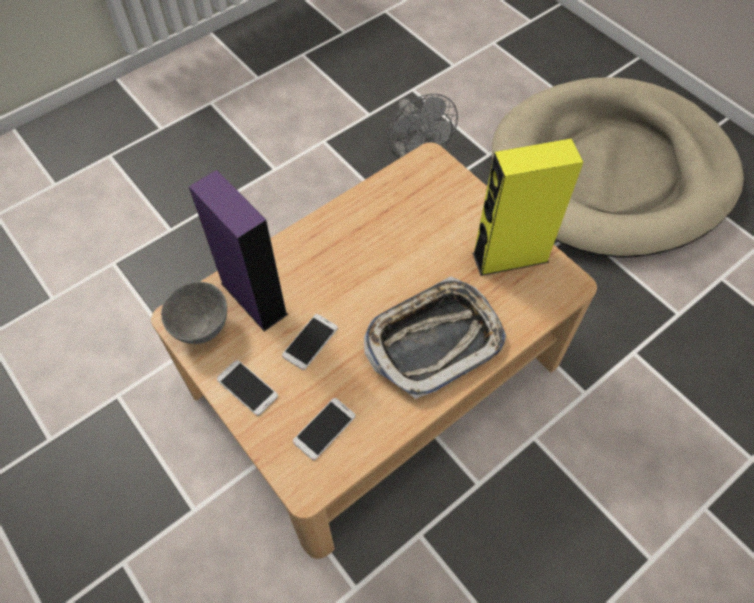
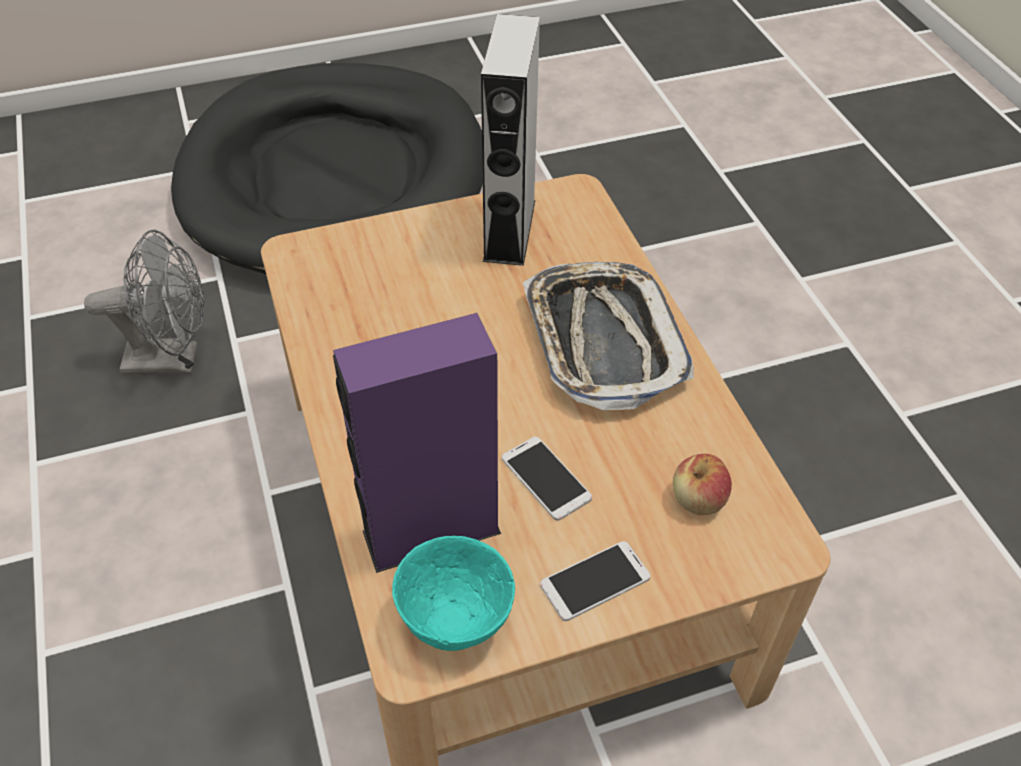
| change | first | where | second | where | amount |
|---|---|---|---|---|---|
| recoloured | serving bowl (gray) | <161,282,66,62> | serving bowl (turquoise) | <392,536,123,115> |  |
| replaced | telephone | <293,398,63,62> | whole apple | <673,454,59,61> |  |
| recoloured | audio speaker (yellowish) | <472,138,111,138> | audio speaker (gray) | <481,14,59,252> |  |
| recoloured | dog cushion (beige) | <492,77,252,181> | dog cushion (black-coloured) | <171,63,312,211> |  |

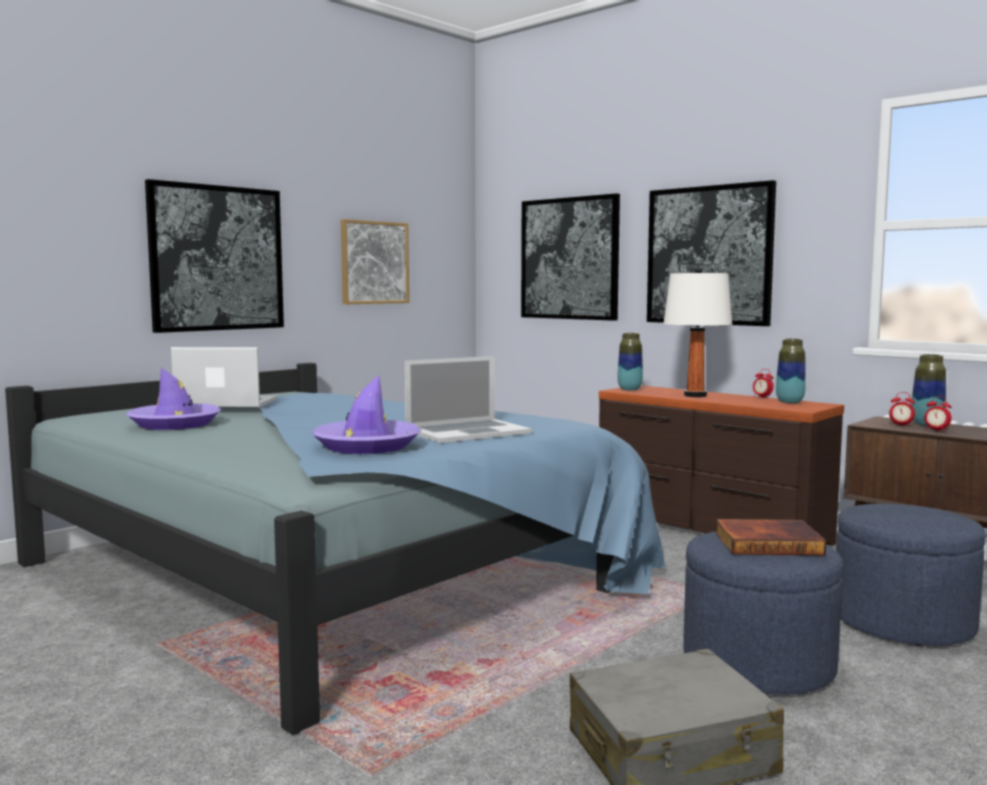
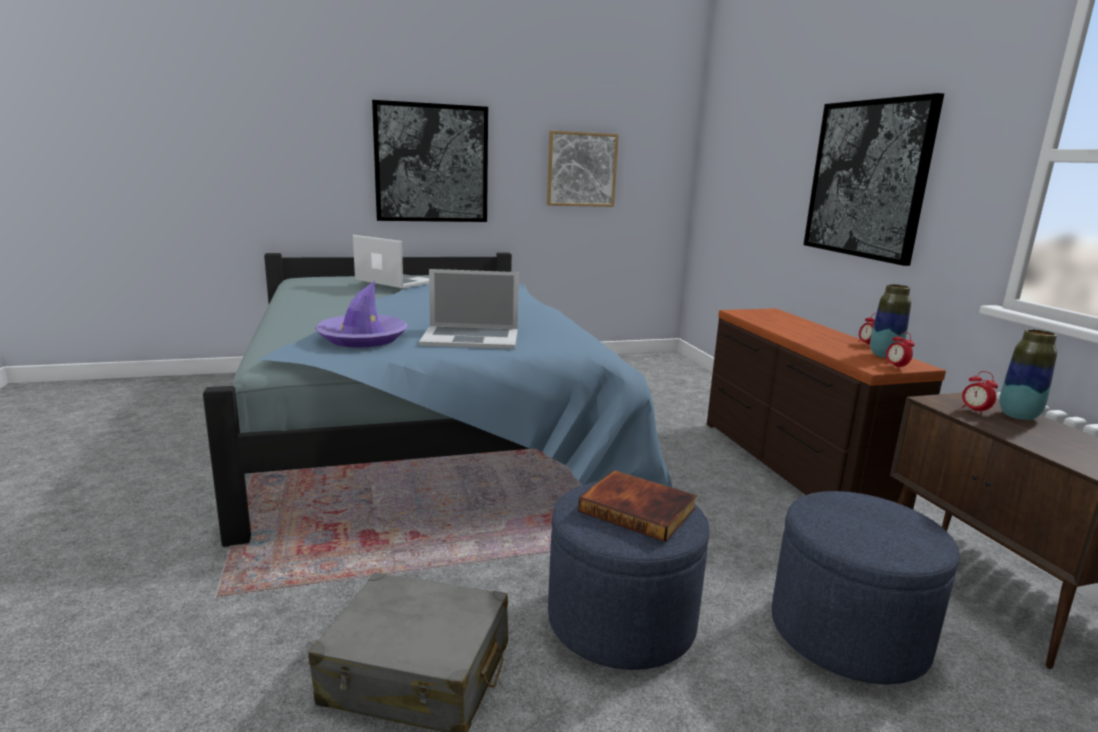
| change | first | where | second | where | amount |
|---|---|---|---|---|---|
| removed | hat (purple-coloured) | <126,368,95,62> |  |  |  |
| removed | wall art | <521,193,99,128> |  |  |  |
| removed | decorative vase | <617,333,26,57> |  |  |  |
| removed | table lamp (white) | <663,267,69,130> |  |  |  |
| moved | alarm clock | <925,396,27,36> |  | <885,332,30,38> |  |

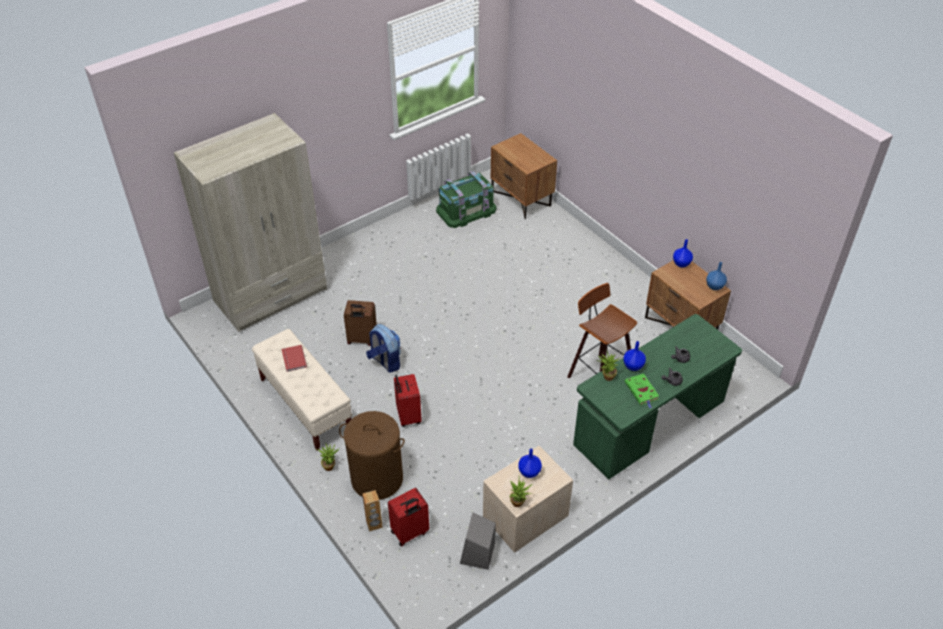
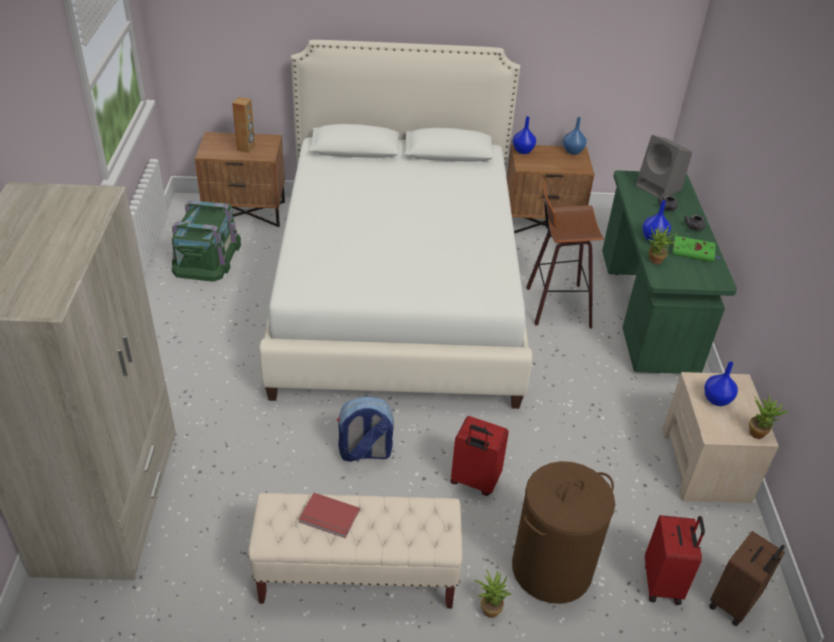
| change | first | where | second | where | amount |
|---|---|---|---|---|---|
| moved | piece of luggage (brownish) | <344,300,33,46> |  | <709,531,76,95> |  |
| moved | audio speaker (brownish) | <362,490,21,42> |  | <232,97,23,56> |  |
| moved | audio speaker (gray) | <460,513,36,57> |  | <636,135,56,65> |  |
| added |  |  | bed (white) | <259,40,273,369> |  |

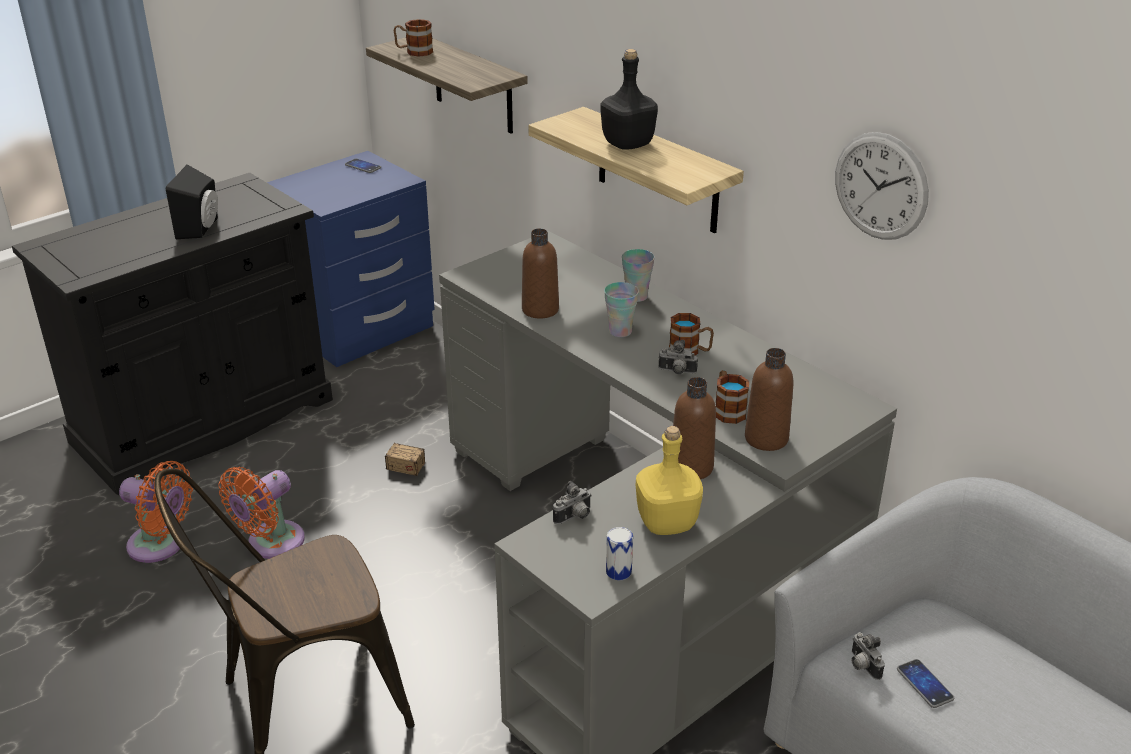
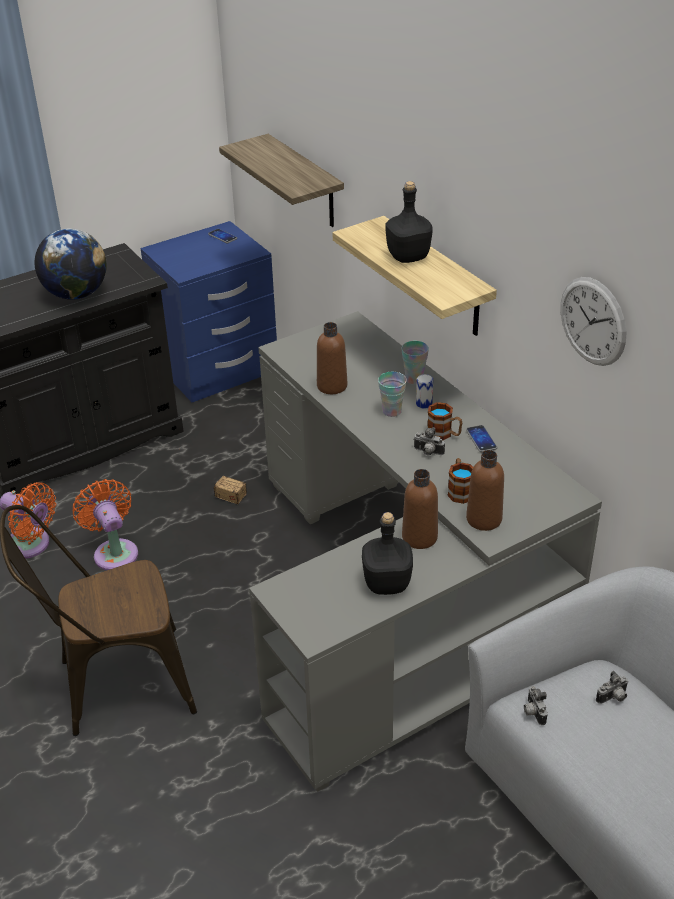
| change | first | where | second | where | amount |
|---|---|---|---|---|---|
| replaced | audio speaker (black-coloured) | <166,164,52,75> | desk globe | <35,228,72,72> |  |
| turned | electric fan (orange-coloured) | <218,467,87,92> |  | <73,479,65,91> | 105 degrees clockwise |
| removed | mug | <394,19,39,38> |  |  |  |
| moved | still camera | <553,481,39,43> |  | <596,671,33,33> |  |
| moved | can | <606,527,27,53> |  | <416,374,17,35> |  |
| recoloured | bottle (yellowish) | <636,426,67,109> | bottle (black-coloured) | <362,512,51,83> |  |
| moved | telephone | <897,659,57,49> |  | <466,425,31,27> |  |

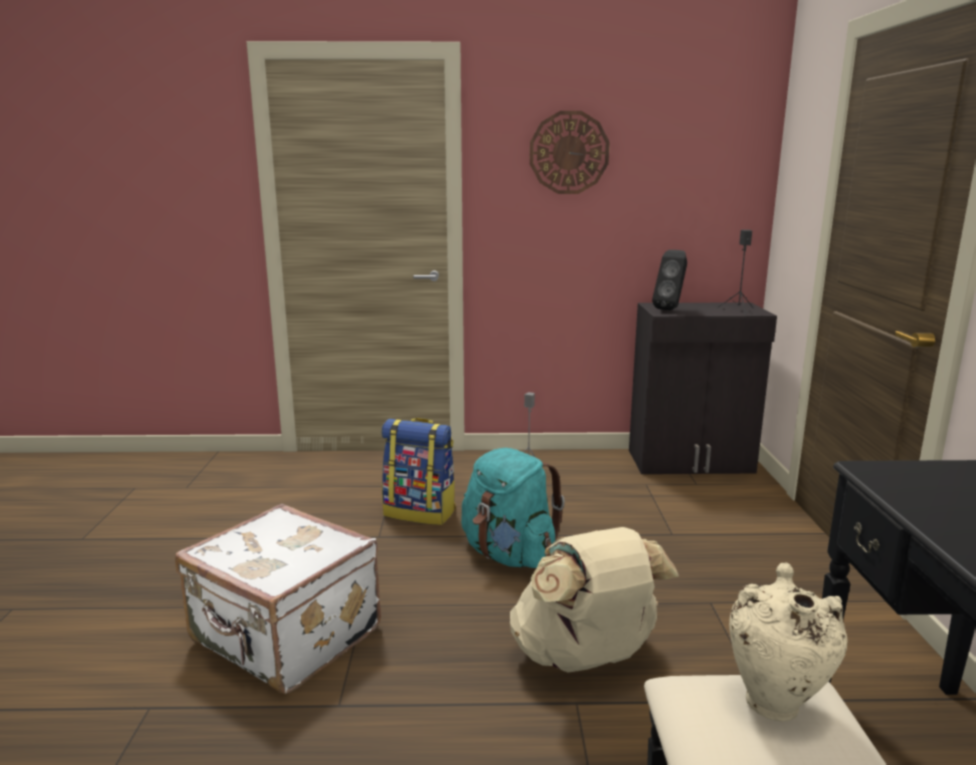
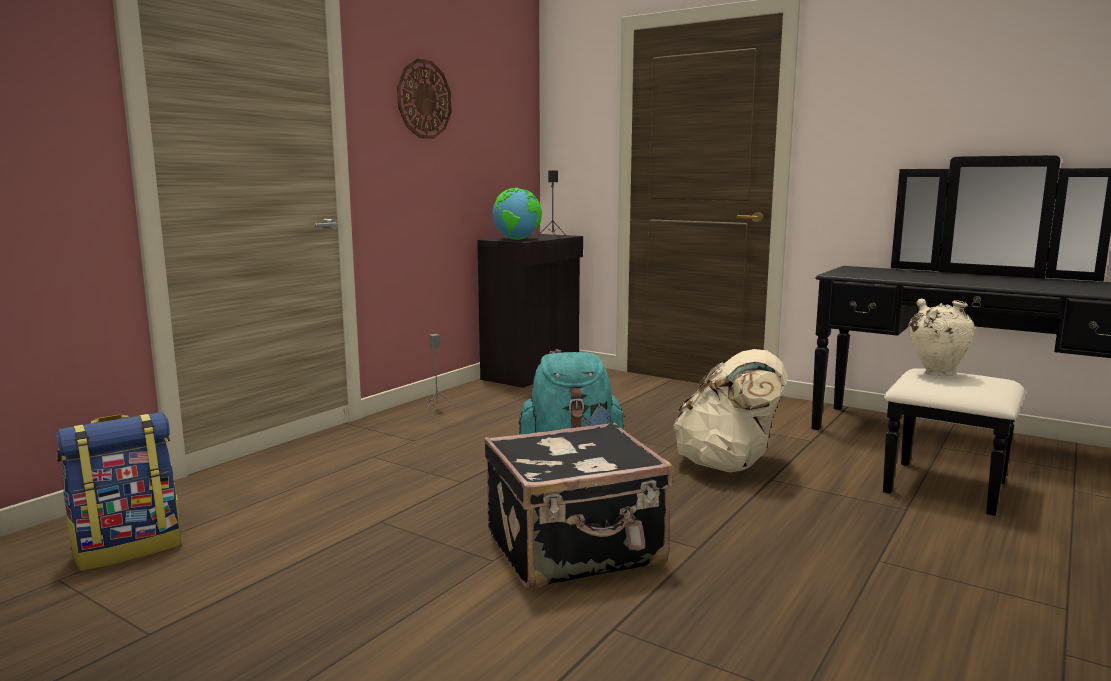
| change | first | where | second | where | amount |
|---|---|---|---|---|---|
| recoloured | piece of luggage (white) | <175,504,206,190> | piece of luggage (black-coloured) | <484,422,189,167> |  |
| moved | knapsack | <382,418,74,107> |  | <56,412,125,159> |  |
| replaced | audio speaker (black-coloured) | <652,250,35,60> | desk globe | <492,188,50,52> |  |

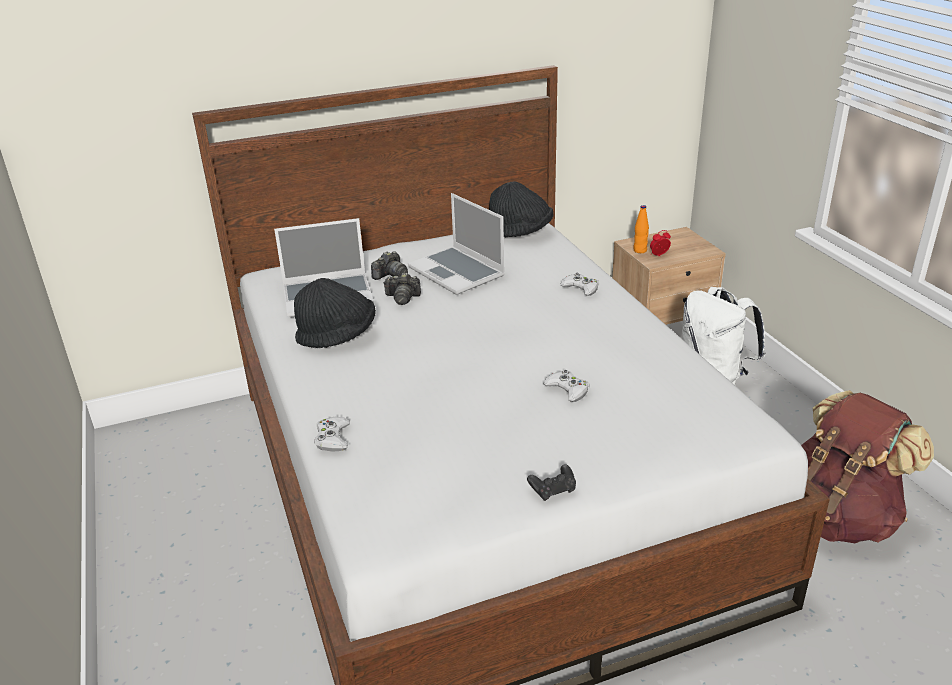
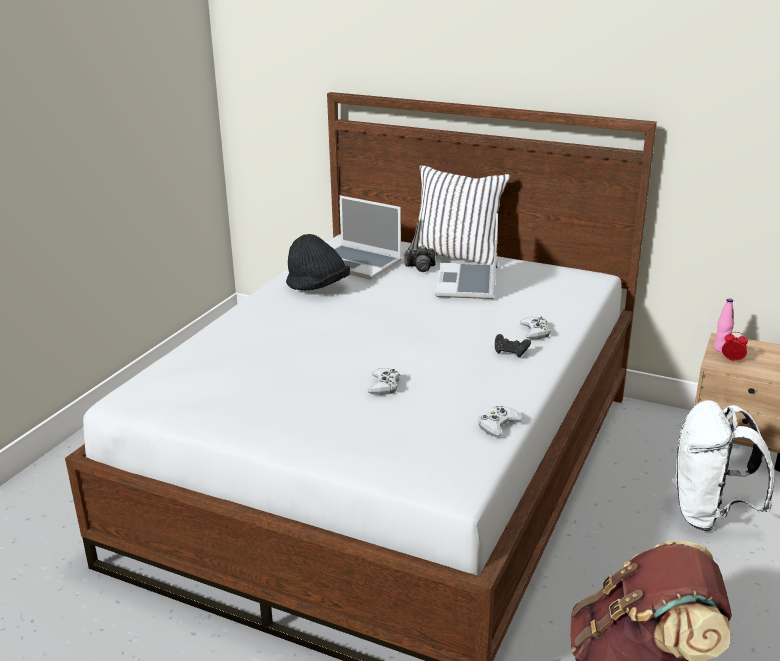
| change | first | where | second | where | amount |
|---|---|---|---|---|---|
| moved | gamepad (white) | <314,417,36,35> |  | <477,406,46,31> |  |
| removed | still camera | <383,273,38,32> |  |  |  |
| removed | hat (black-coloured) | <489,182,64,55> |  |  |  |
| moved | gamepad (black-coloured) | <527,464,49,37> |  | <495,334,36,24> |  |
| recoloured | bottle (orange-coloured) | <634,205,15,48> | bottle (pinkish) | <714,298,20,54> |  |
| added |  |  | throw pillow (white) | <408,165,103,103> |  |

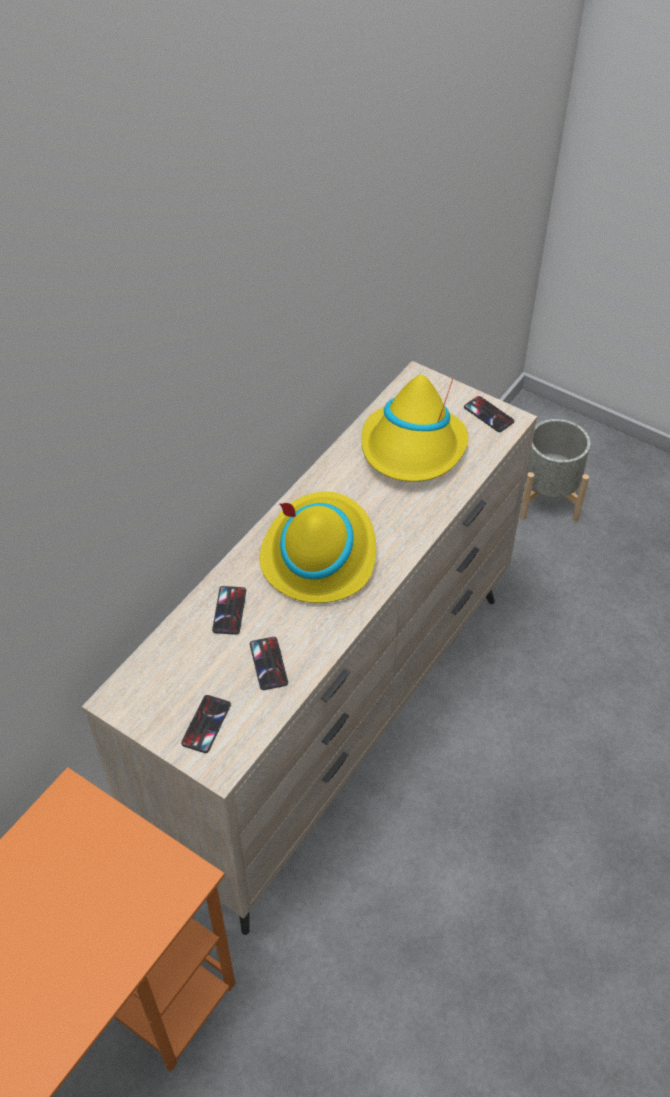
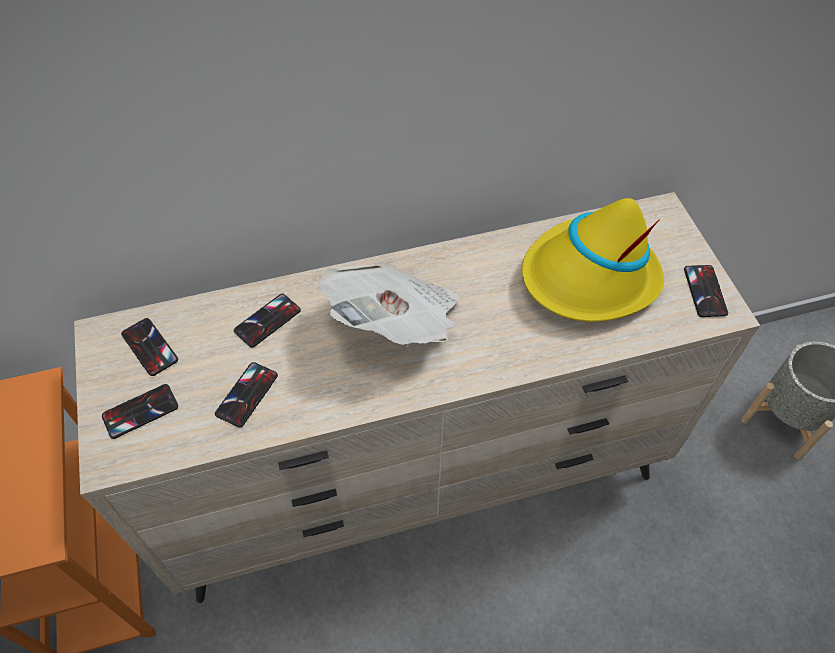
| change | first | where | second | where | amount |
|---|---|---|---|---|---|
| replaced | hat (yellowish) | <260,492,116,111> | newspaper | <318,264,142,81> |  |
| added |  |  | telephone | <121,318,57,58> |  |

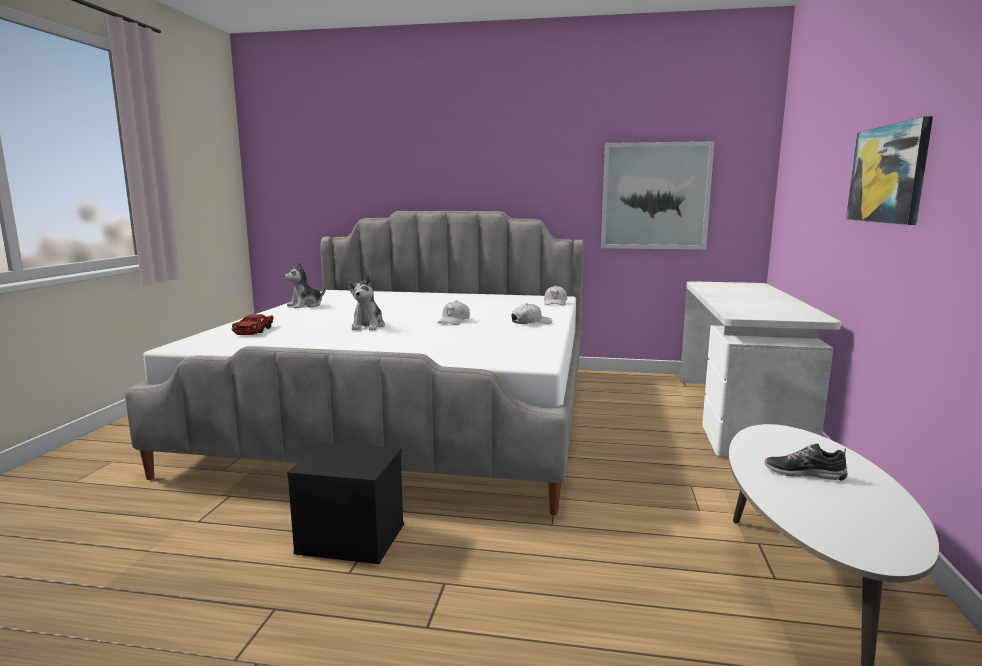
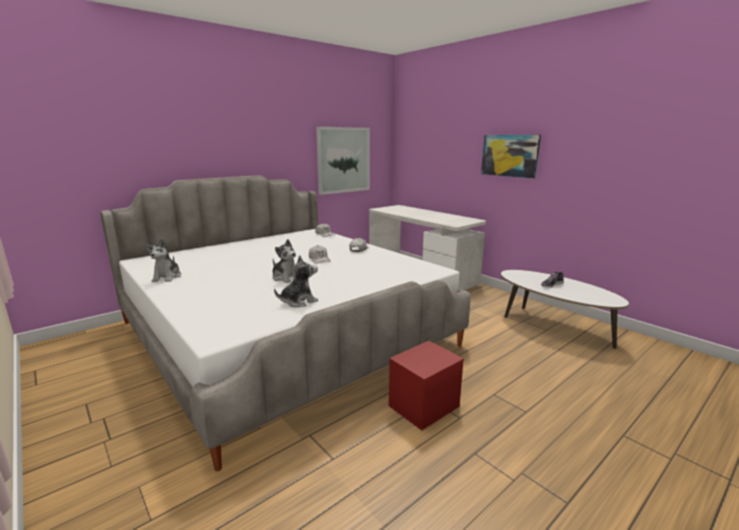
| change | first | where | second | where | amount |
|---|---|---|---|---|---|
| removed | miniature car (red-coloured) | <232,314,42,21> |  |  |  |
| recoloured | storage bin (black-coloured) | <287,442,117,122> | storage bin (red-coloured) | <388,341,76,89> |  |
| added |  |  | plush toy | <274,255,44,52> |  |

